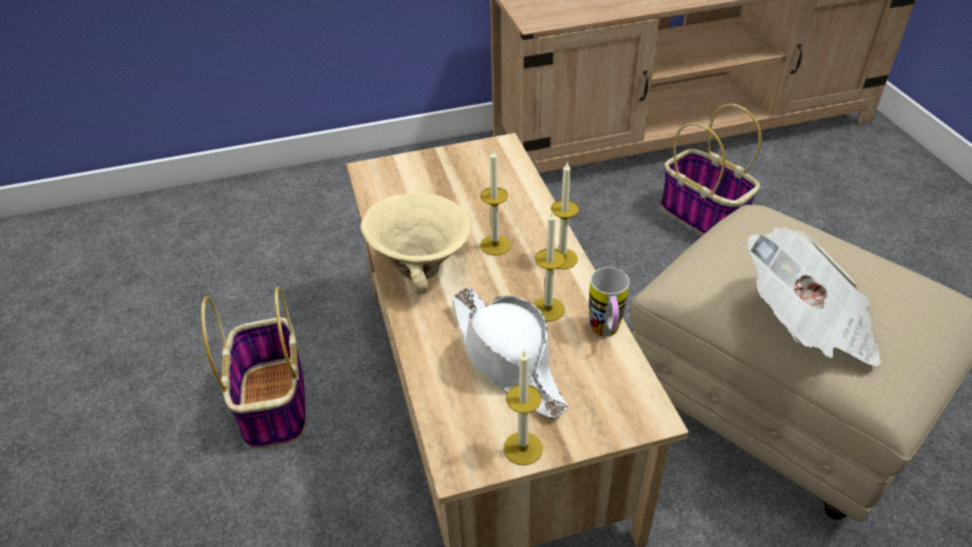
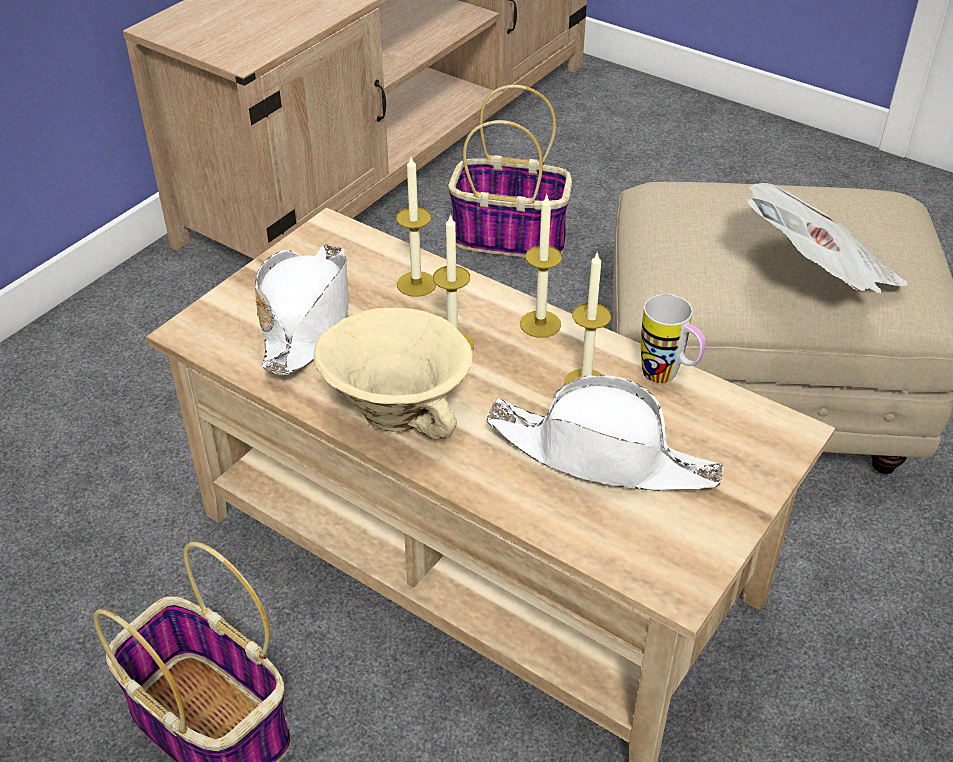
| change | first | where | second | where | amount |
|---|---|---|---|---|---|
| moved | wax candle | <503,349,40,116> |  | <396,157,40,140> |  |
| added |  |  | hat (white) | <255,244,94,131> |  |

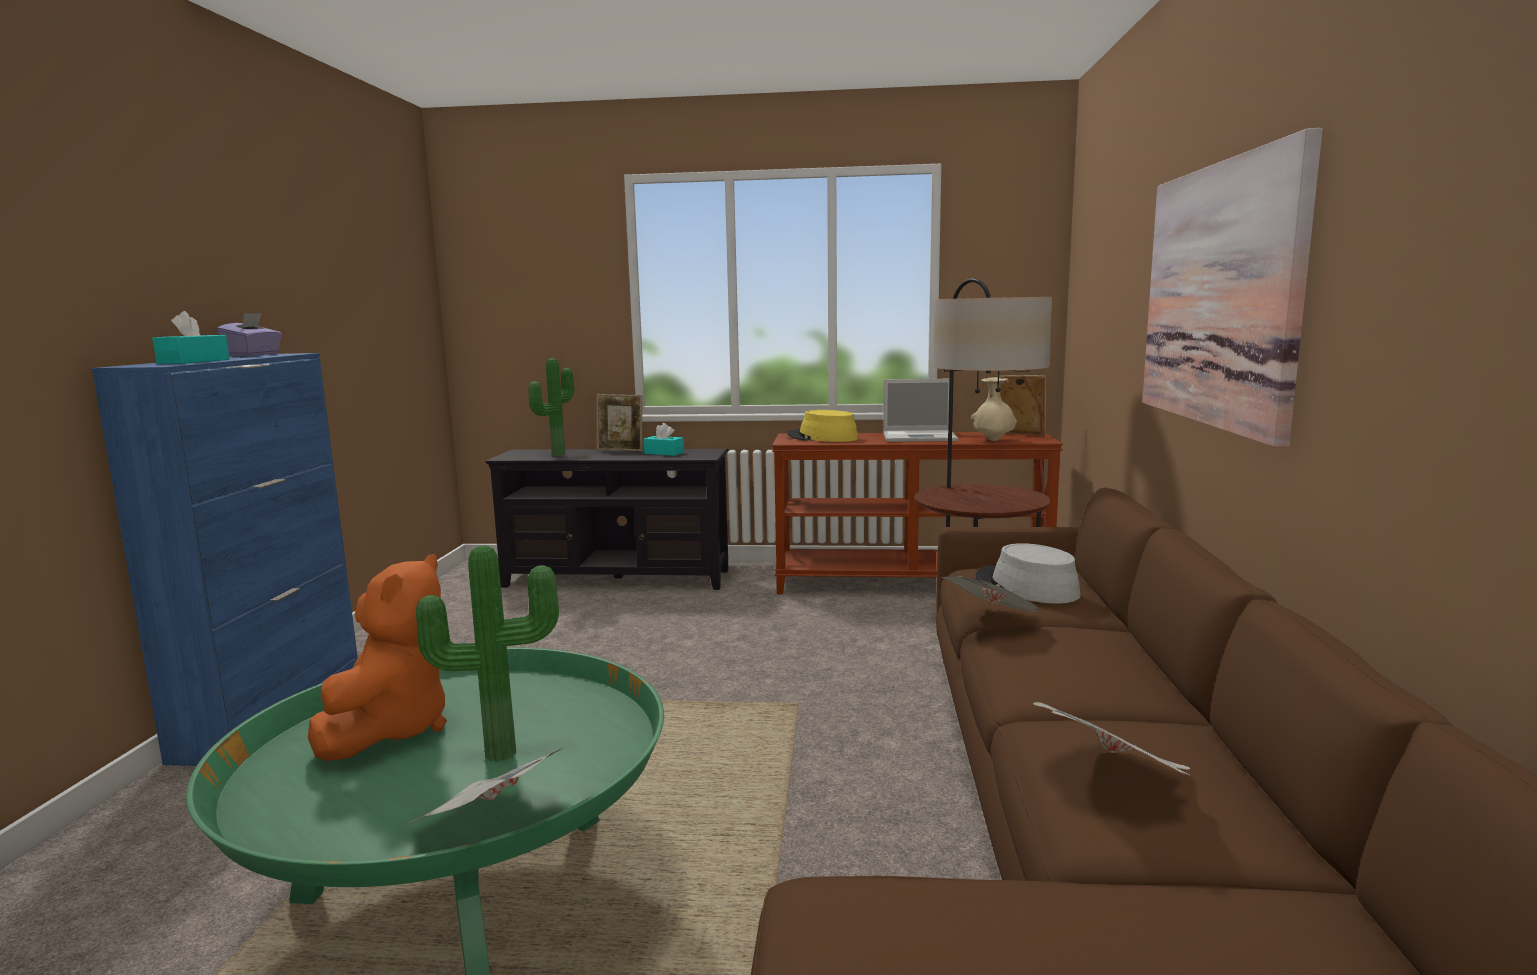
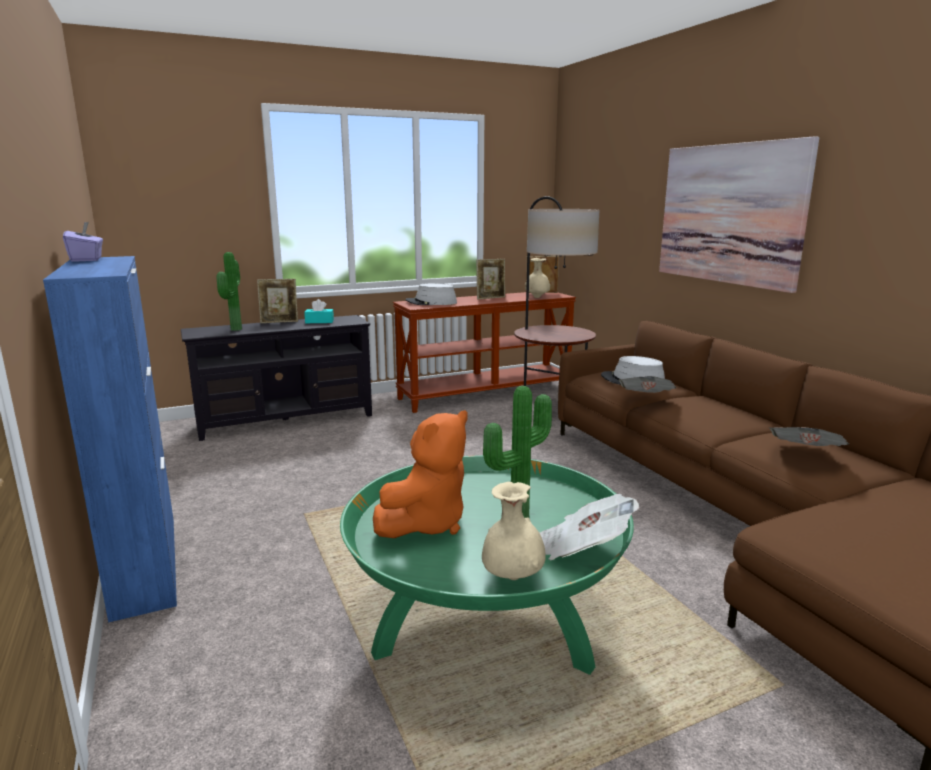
| change | first | where | second | where | amount |
|---|---|---|---|---|---|
| removed | tissue box (turquoise) | <152,311,77,53> |  |  |  |
| turned | plush toy (orange-coloured) | <308,554,139,207> |  | <373,410,95,128> | 60 degrees clockwise |
| recoloured | hat (yellowish) | <787,410,72,32> | hat (gray) | <406,283,51,22> |  |
| replaced | notebook computer | <883,379,75,63> | photo frame | <476,259,29,41> |  |
| added |  |  | decorative vase (beige) | <482,482,64,98> |  |

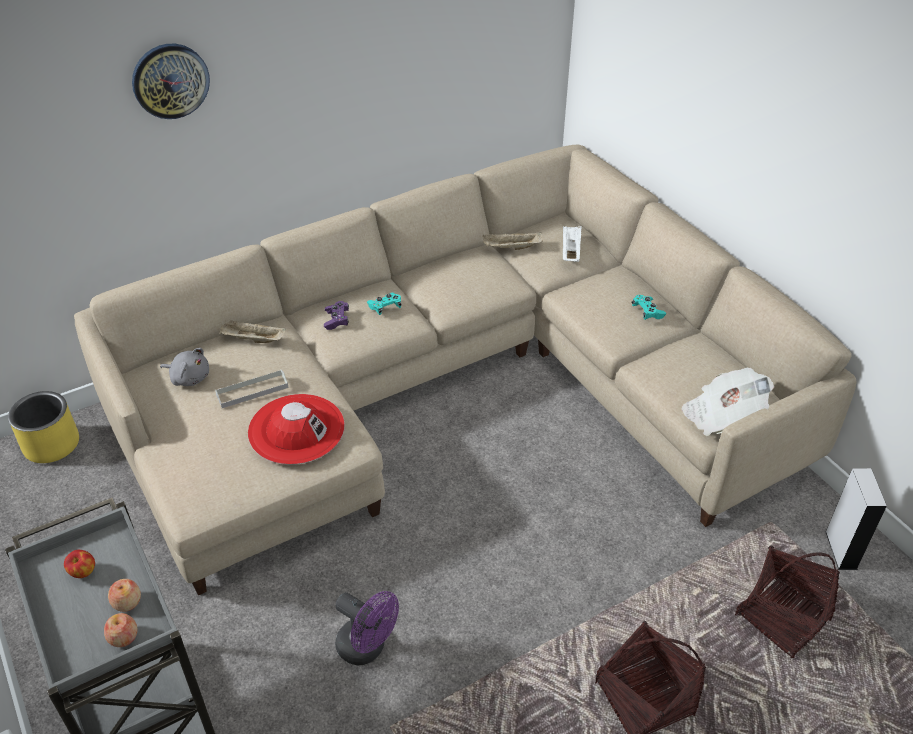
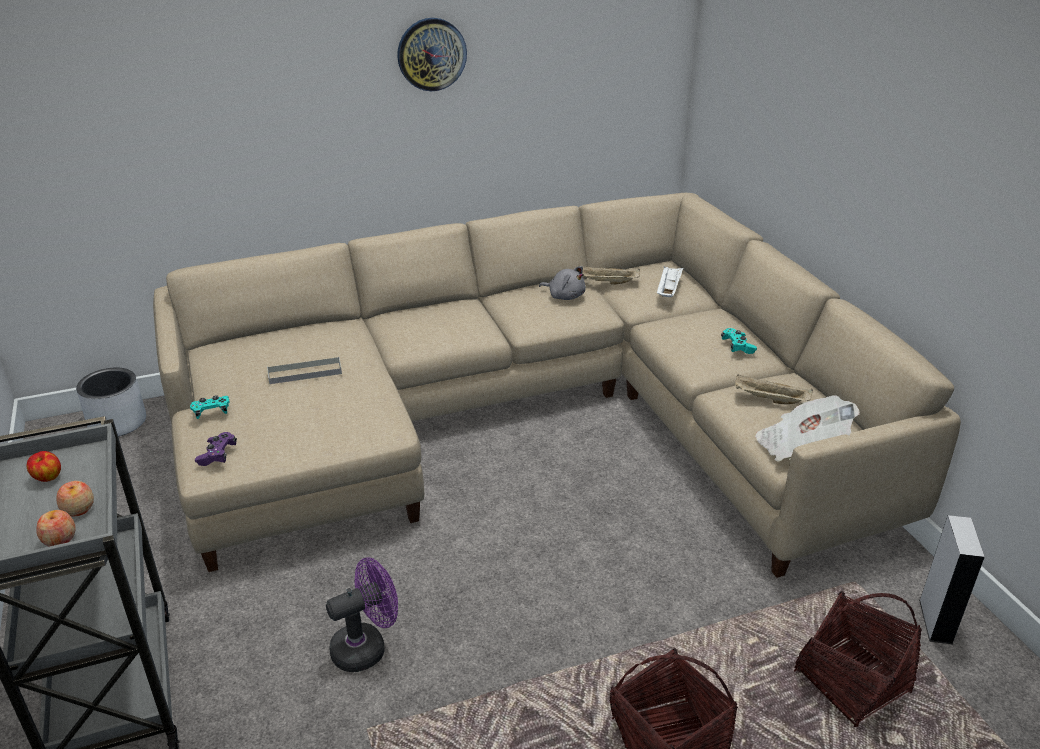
| change | first | where | second | where | amount |
|---|---|---|---|---|---|
| recoloured | flower pot (yellowish) | <8,391,71,72> | flower pot (gray) | <76,368,70,69> |  |
| moved | clock on the wall | <132,44,78,75> |  | <397,18,70,73> |  |
| moved | plush toy (gray) | <160,348,49,38> |  | <539,266,47,34> |  |
| moved | tray (beige) | <219,321,67,22> |  | <735,375,78,29> |  |
| removed | hat (red-coloured) | <248,394,97,71> |  |  |  |
| moved | gamepad (purple-coloured) | <324,301,25,29> |  | <195,432,42,34> |  |
| turned | electric fan (purple-coloured) | <335,591,64,74> |  | <326,557,72,115> | 75 degrees counterclockwise |
| moved | gamepad (turquoise) | <367,293,34,22> |  | <190,395,39,24> |  |

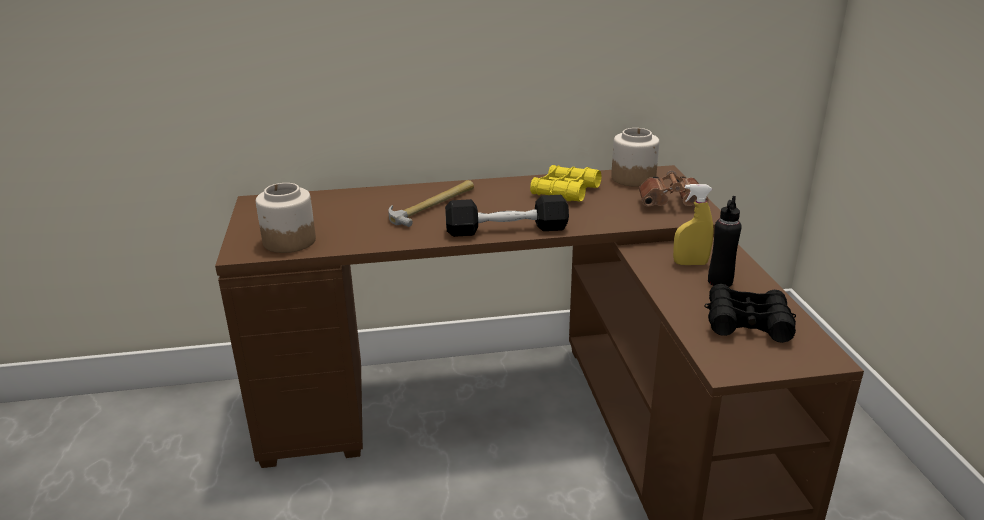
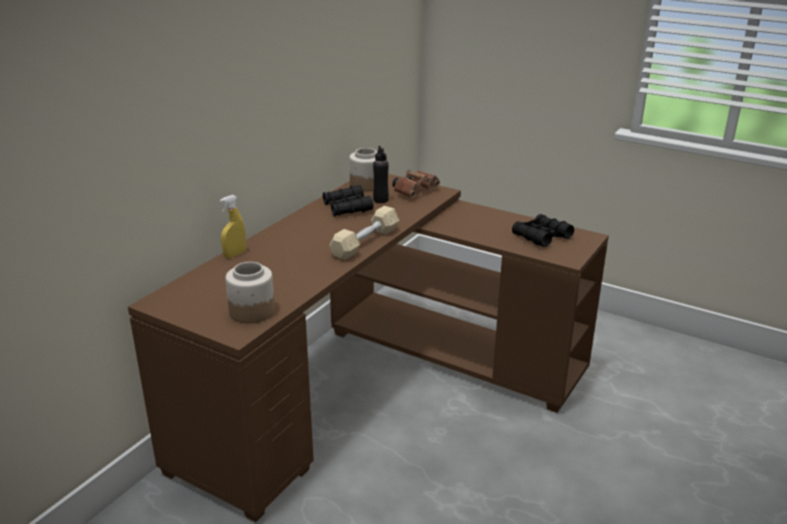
| change | first | where | second | where | amount |
|---|---|---|---|---|---|
| removed | hammer | <389,180,85,47> |  |  |  |
| recoloured | dumbbell (black-coloured) | <445,195,124,42> | dumbbell (beige) | <330,206,69,54> |  |
| recoloured | pair of binoculars (yellowish) | <530,165,72,37> | pair of binoculars (black-coloured) | <323,185,50,32> |  |
| moved | spray bottle (yellowish) | <673,184,40,81> |  | <220,195,26,63> |  |
| moved | bottle (black-coloured) | <708,196,34,91> |  | <373,146,16,57> |  |

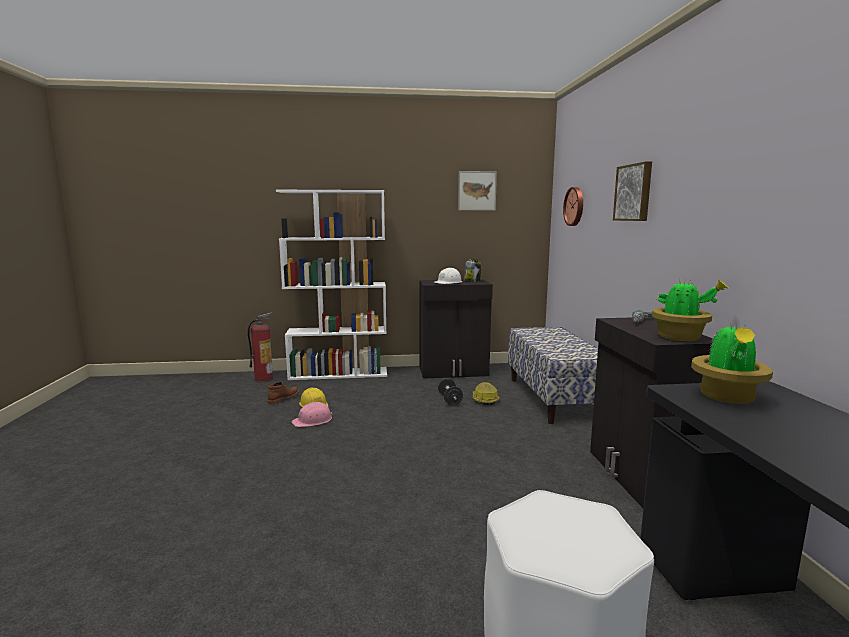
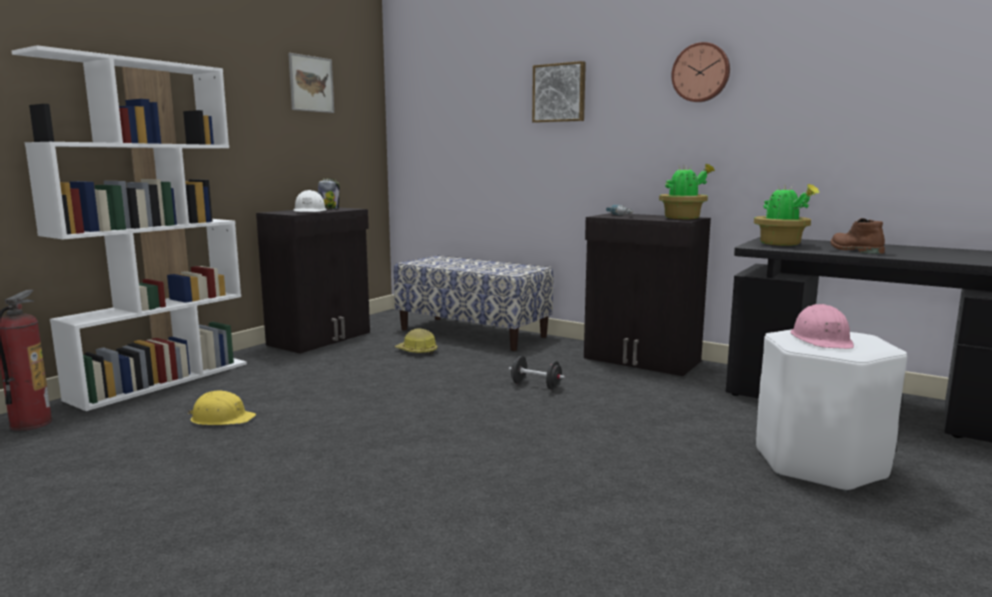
| change | first | where | second | where | amount |
|---|---|---|---|---|---|
| moved | high-top boot (brownish) | <267,382,32,23> |  | <830,218,55,36> |  |
| moved | safety helmet (pinkish) | <292,401,41,26> |  | <791,304,63,45> |  |
| moved | dumbbell (black-coloured) | <438,378,25,27> |  | <509,356,56,34> |  |
| moved | clock on the wall | <563,187,20,39> |  | <671,42,59,60> |  |

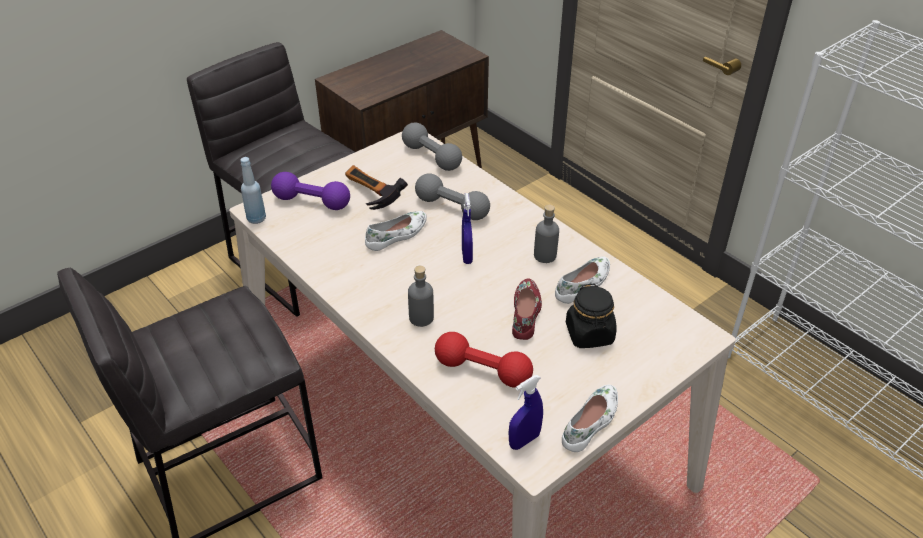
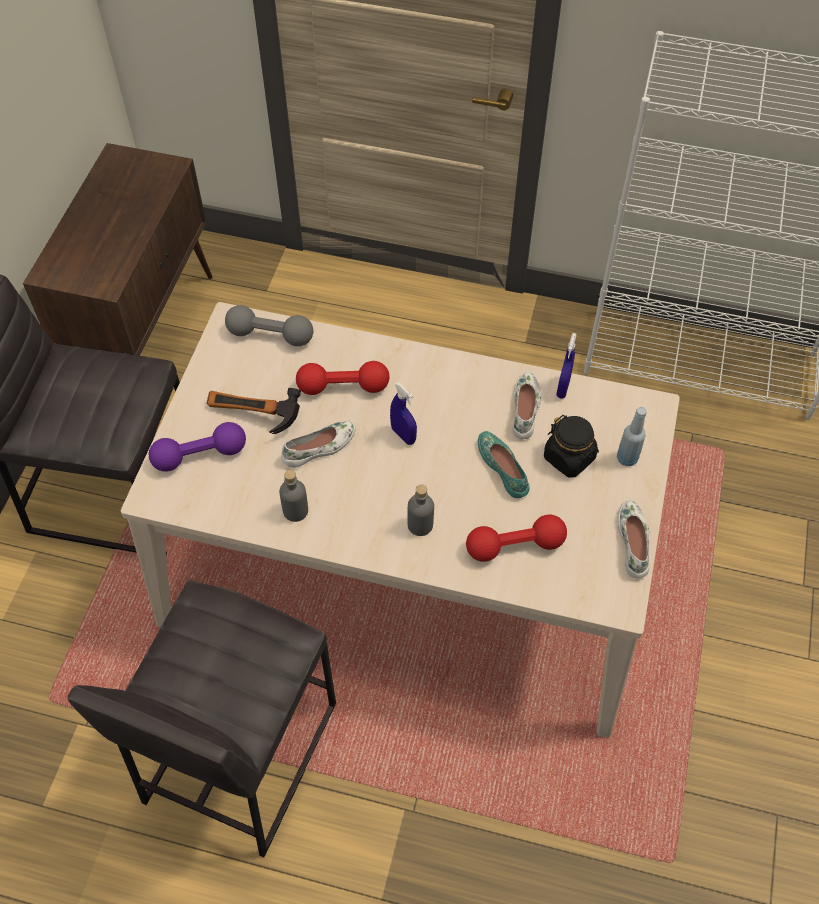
| change | first | where | second | where | amount |
|---|---|---|---|---|---|
| moved | bottle (blue) | <240,157,26,67> |  | <617,407,30,59> |  |
| turned | item of footwear (white) | <365,211,62,40> |  | <282,421,74,47> | 45 degrees clockwise |
| recoloured | dumbbell (gray) | <415,173,75,47> | dumbbell (red-coloured) | <296,361,94,34> |  |
| moved | spray bottle (blue) | <509,375,34,75> |  | <556,333,21,66> |  |
| recoloured | item of footwear (red-coloured) | <512,279,30,61> | item of footwear (turquoise) | <478,431,51,67> |  |
| moved | bottle (gray) | <534,205,25,58> |  | <279,470,29,52> |  |

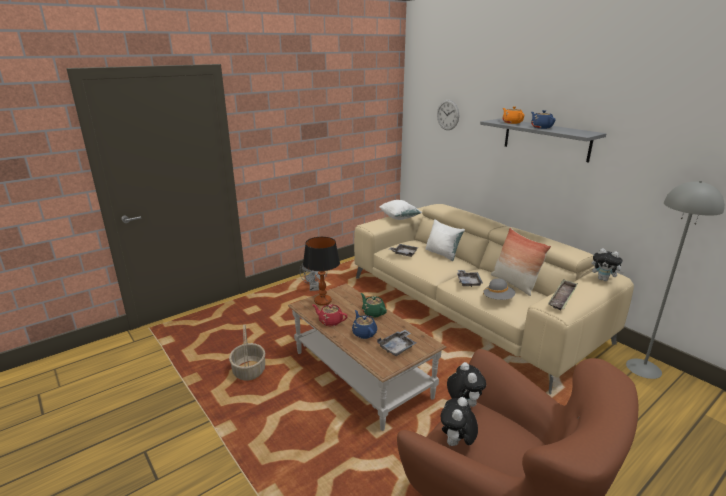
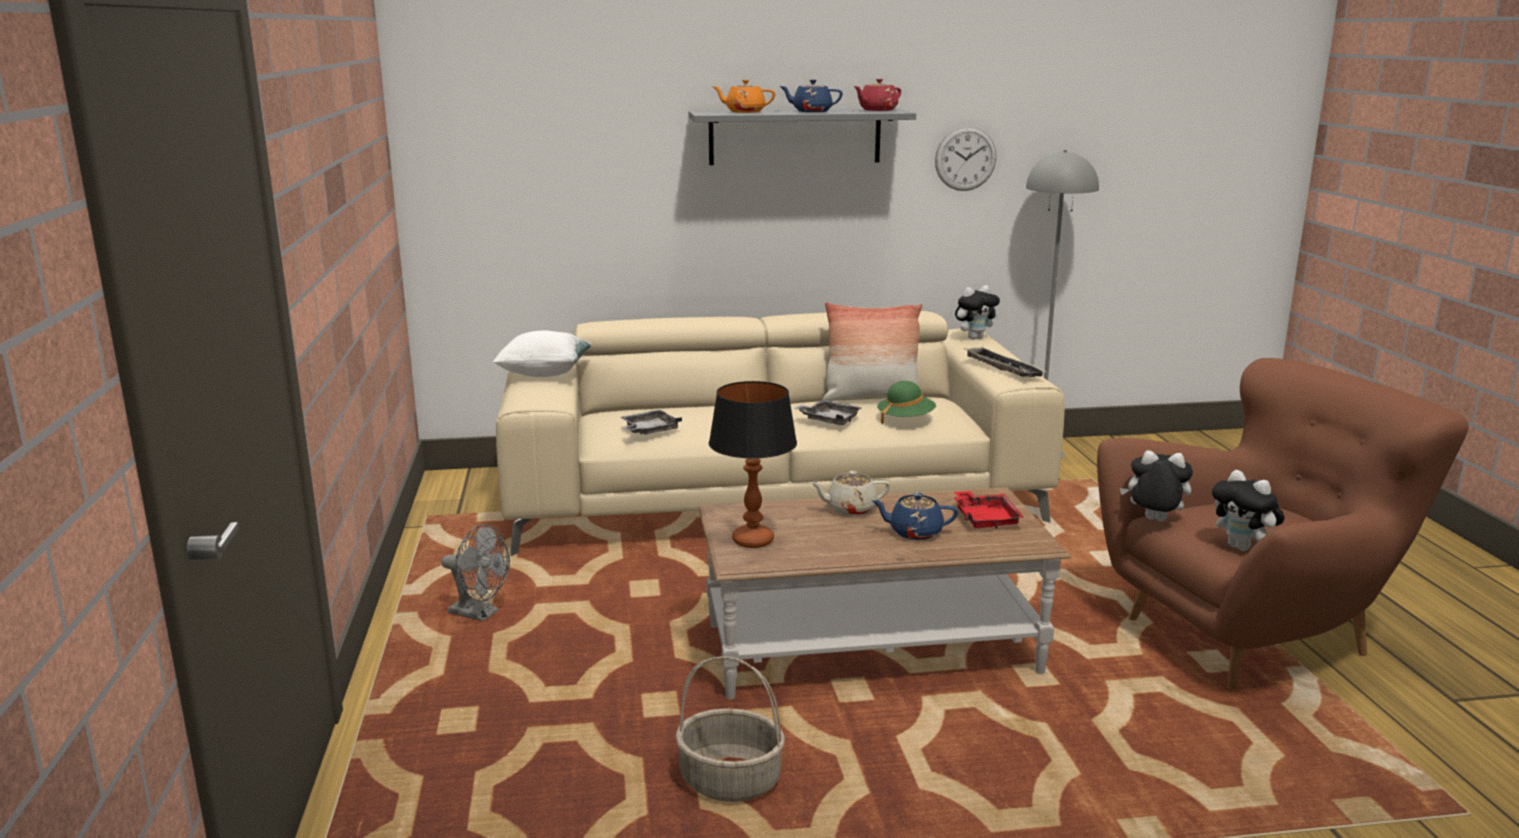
| change | first | where | second | where | amount |
|---|---|---|---|---|---|
| moved | tea pot (red-coloured) | <312,304,36,22> |  | <854,79,47,32> |  |
| recoloured | tea pot (green-coloured) | <361,293,26,25> | tea pot (beige) | <810,471,80,45> |  |
| recoloured | tray (gray) | <377,330,39,26> | tray (red-coloured) | <954,491,71,38> |  |
| removed | throw pillow (white) | <425,219,40,42> |  |  |  |
| moved | clock on the wall | <437,100,22,30> |  | <935,126,62,65> |  |
| recoloured | hat (gray) | <483,278,32,22> | hat (green-coloured) | <877,381,59,44> |  |

